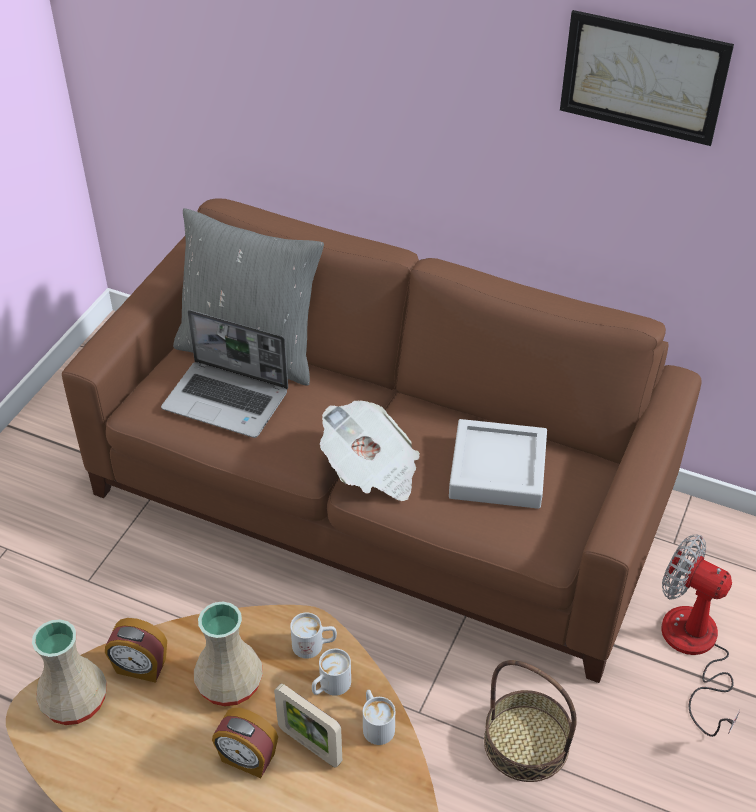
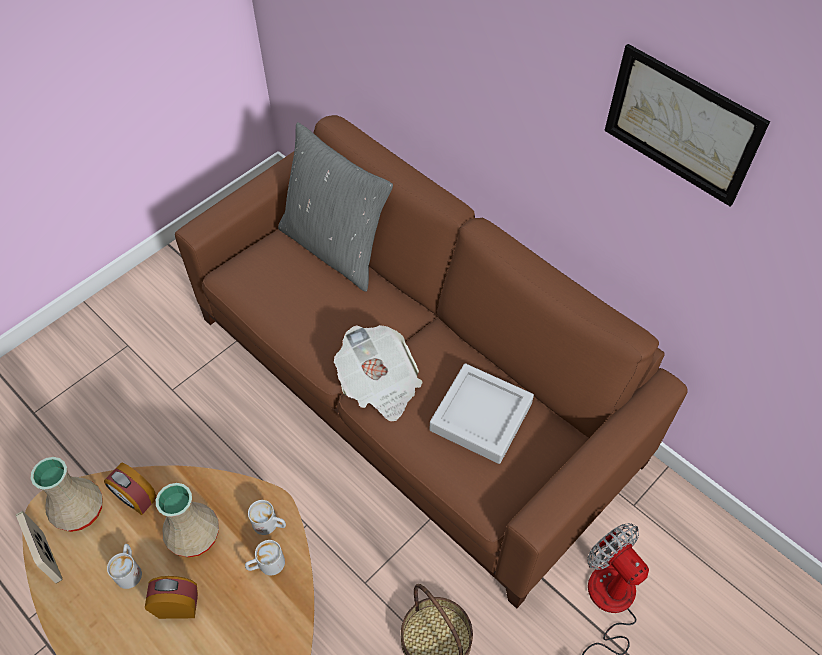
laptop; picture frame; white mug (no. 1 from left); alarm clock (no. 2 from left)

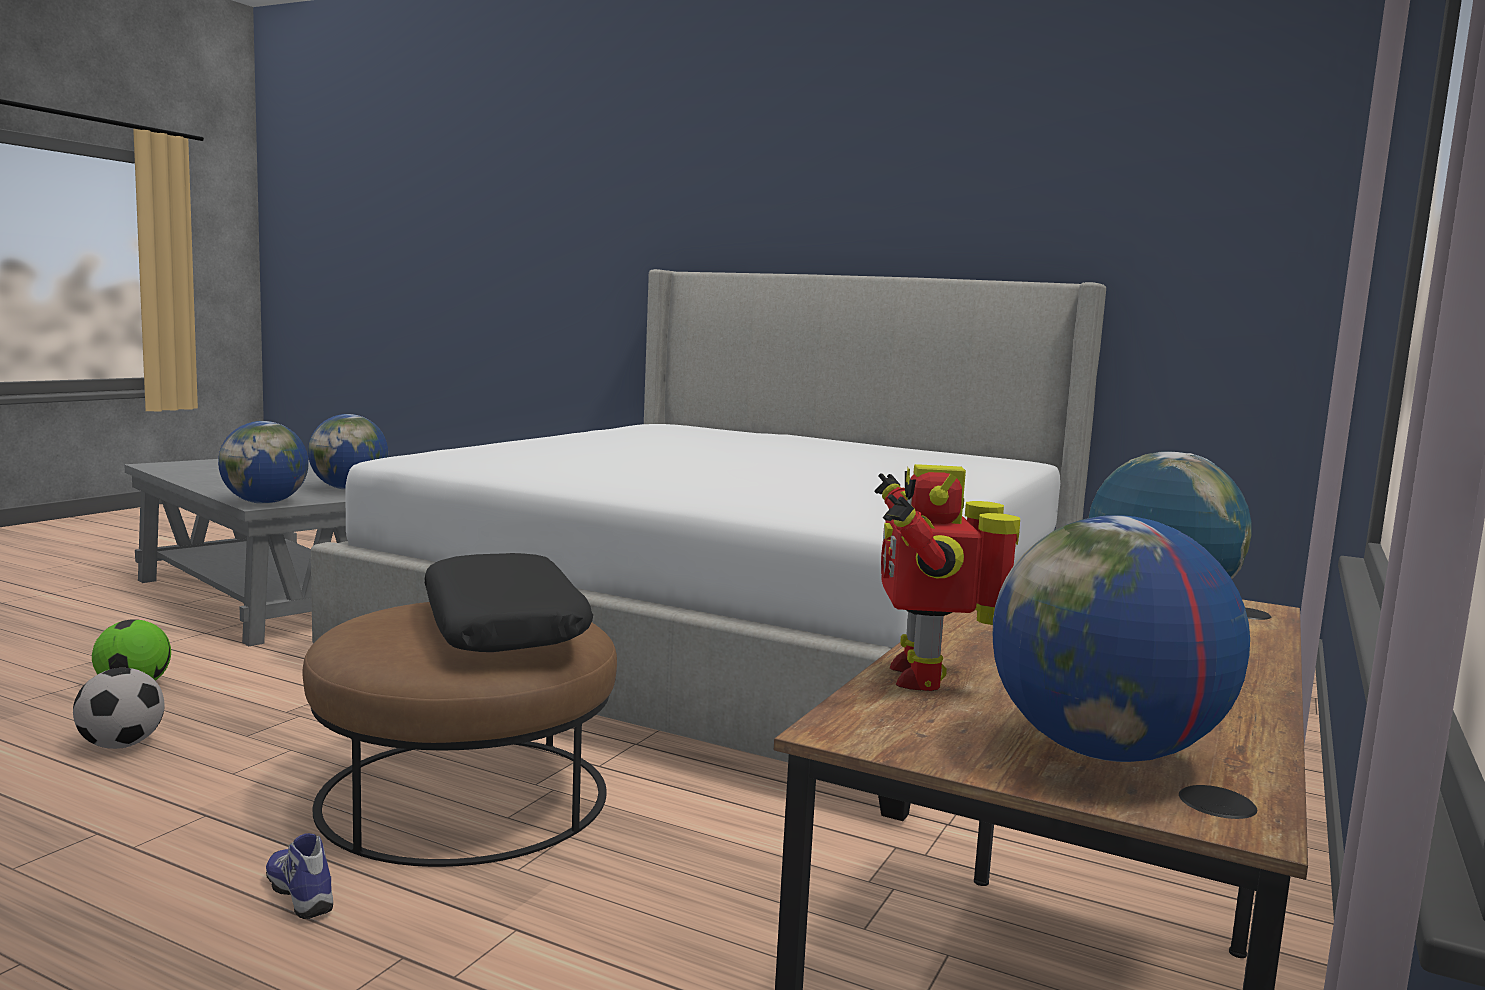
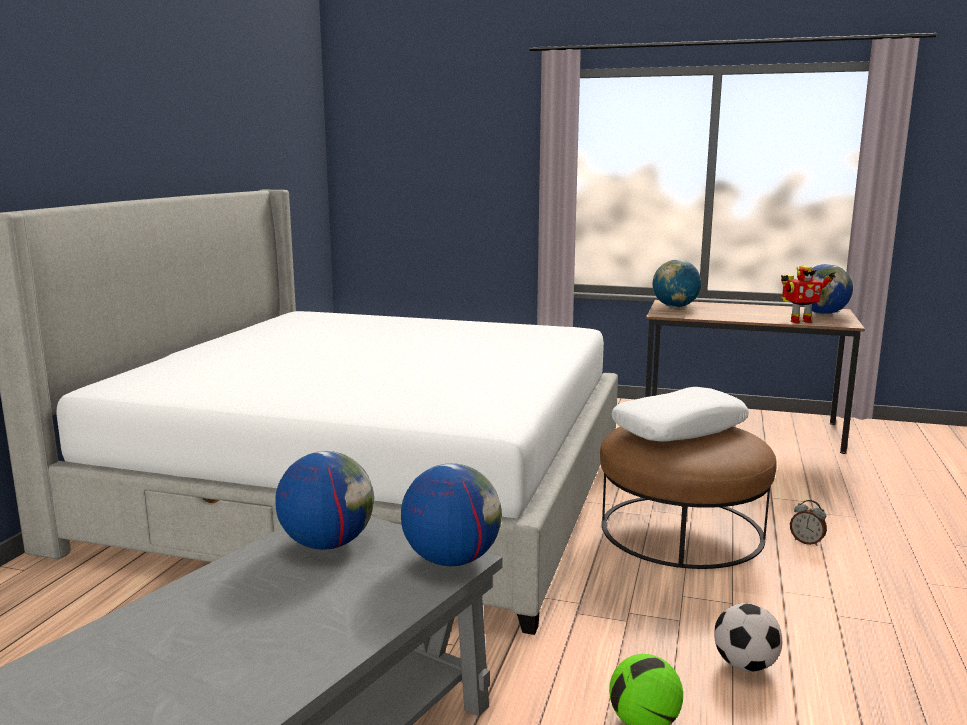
white pillow; alarm clock

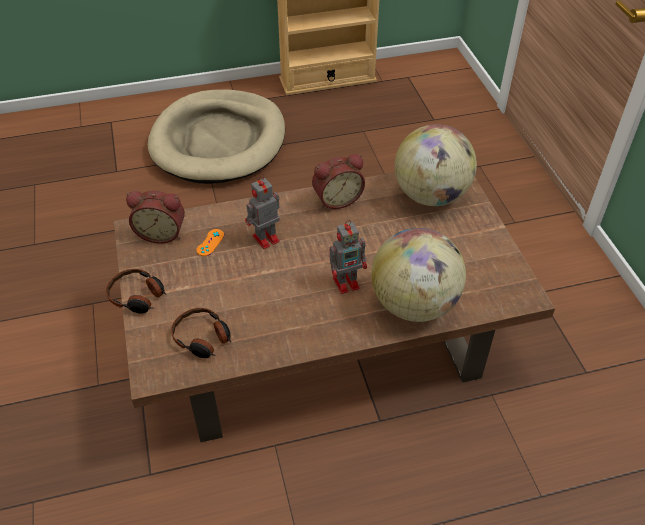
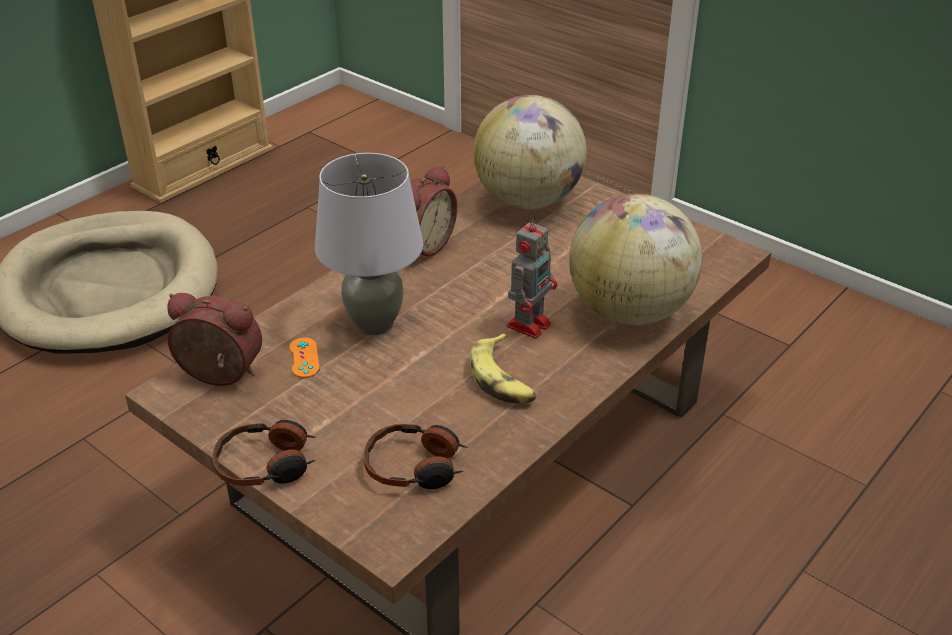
grey table lamp; alarm clock (no. 1 from left); banana

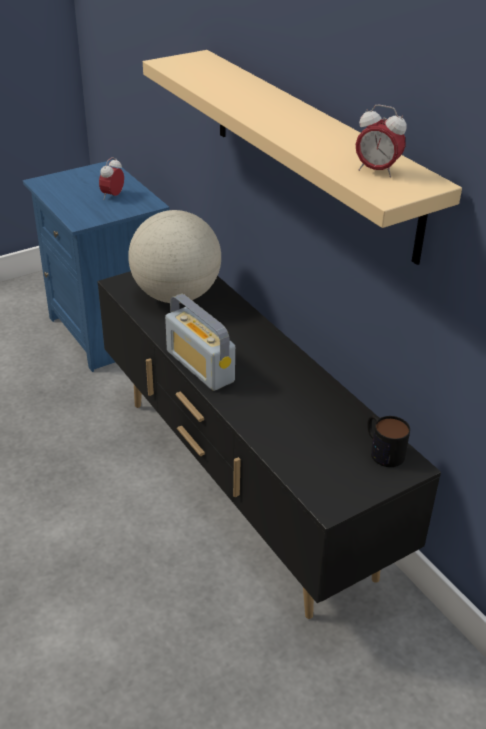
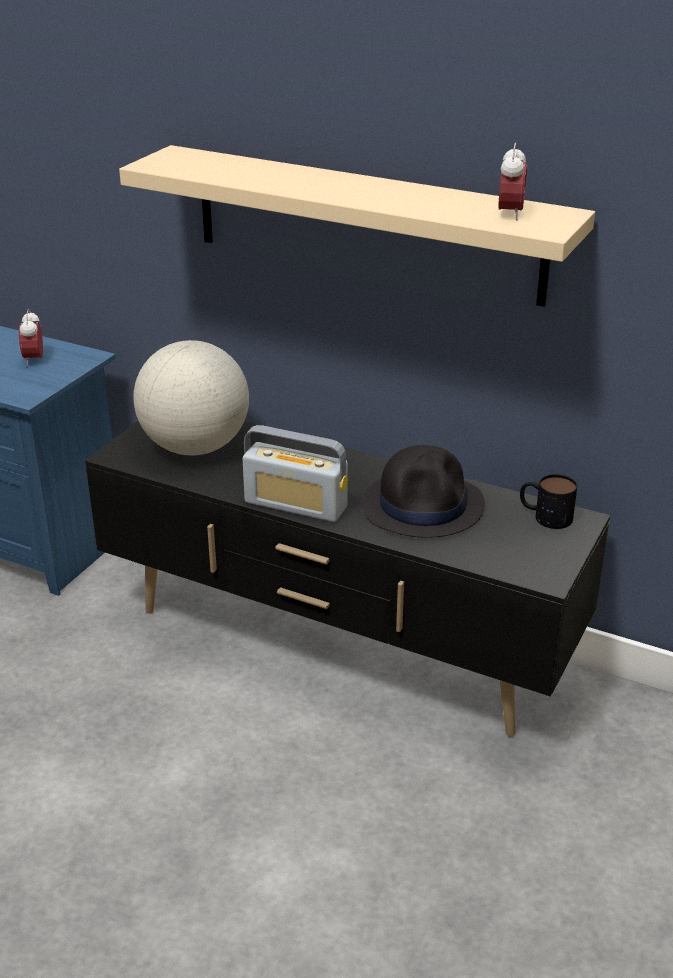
alarm clock (no. 2 from left); black hat

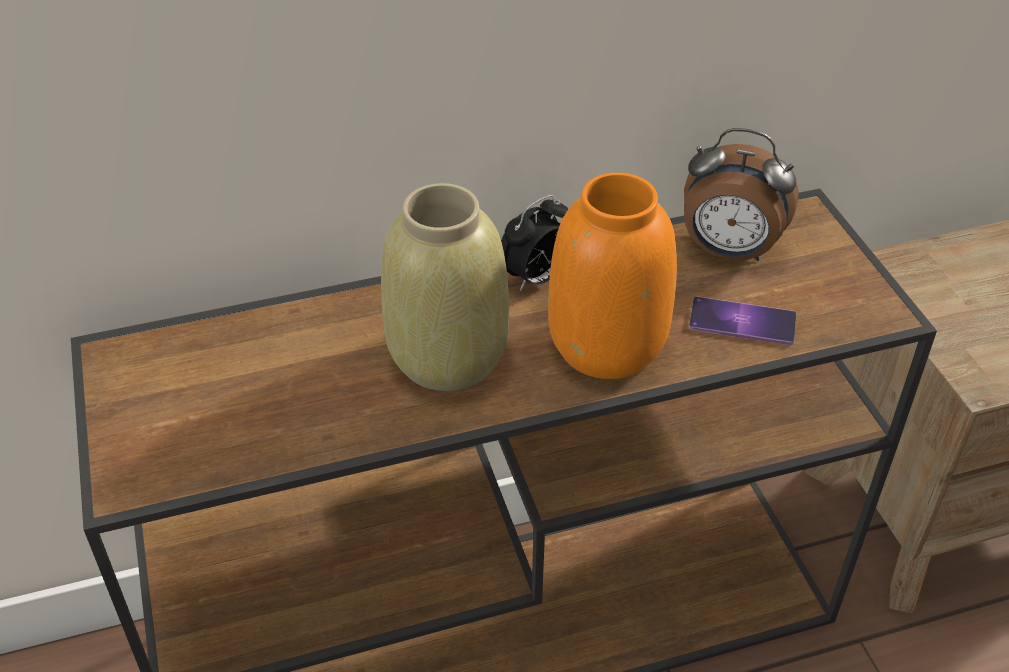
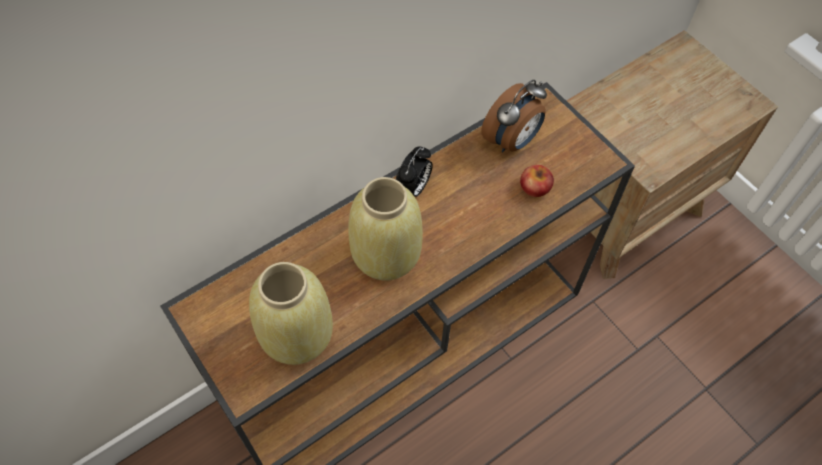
alarm clock (no. 2 from left); orange vase; apple; beige vase (no. 1 from left)

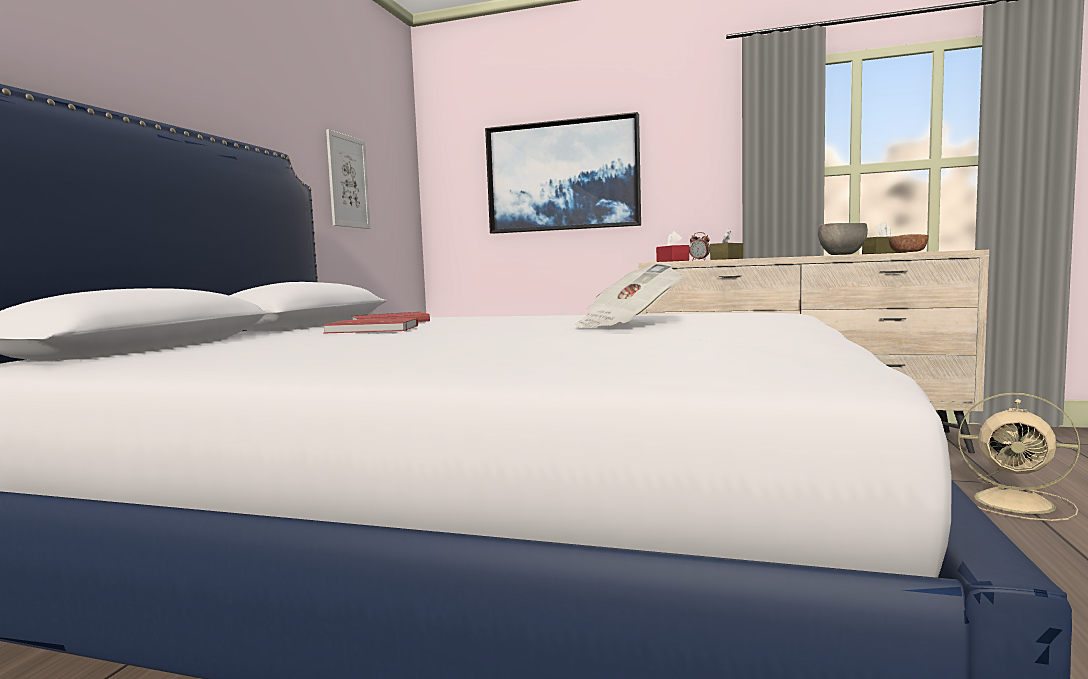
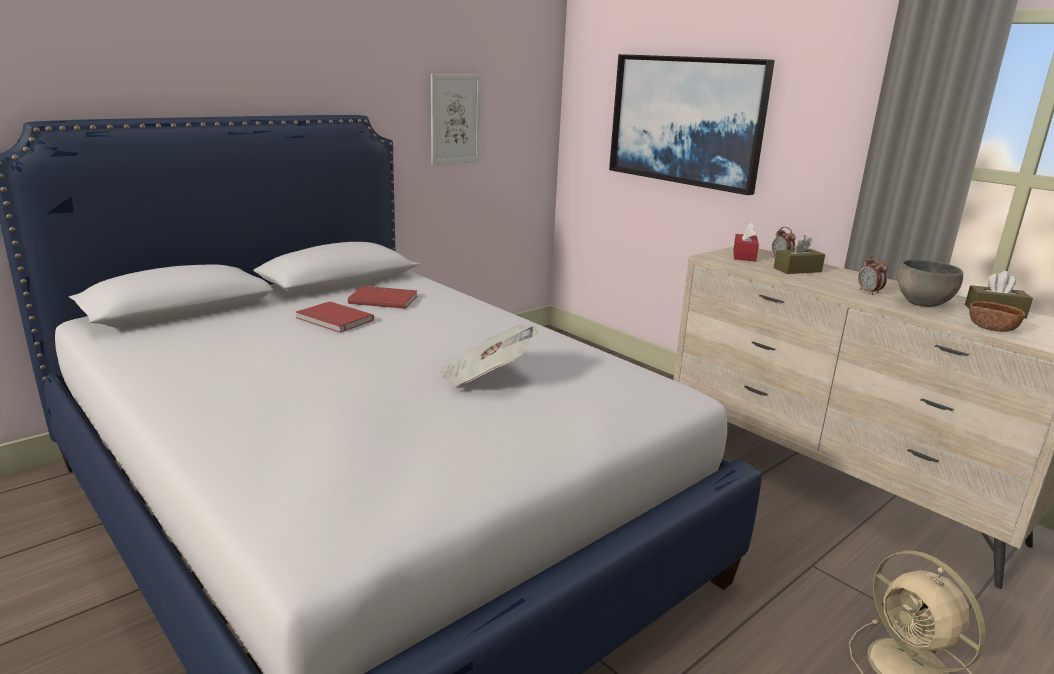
alarm clock (no. 2 from left)

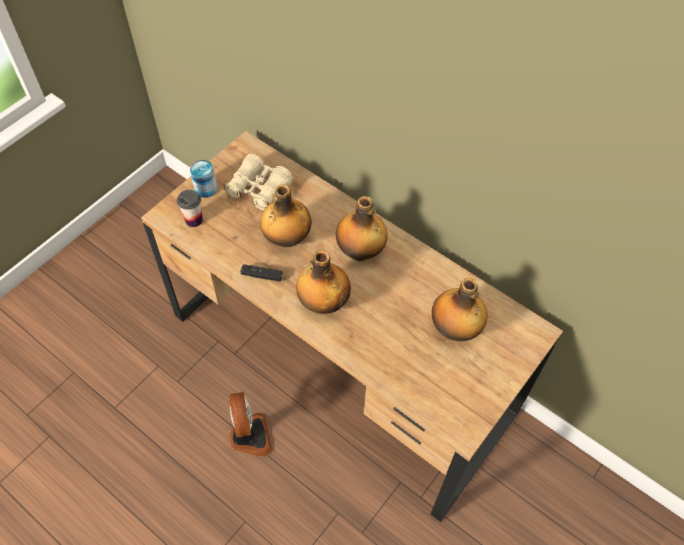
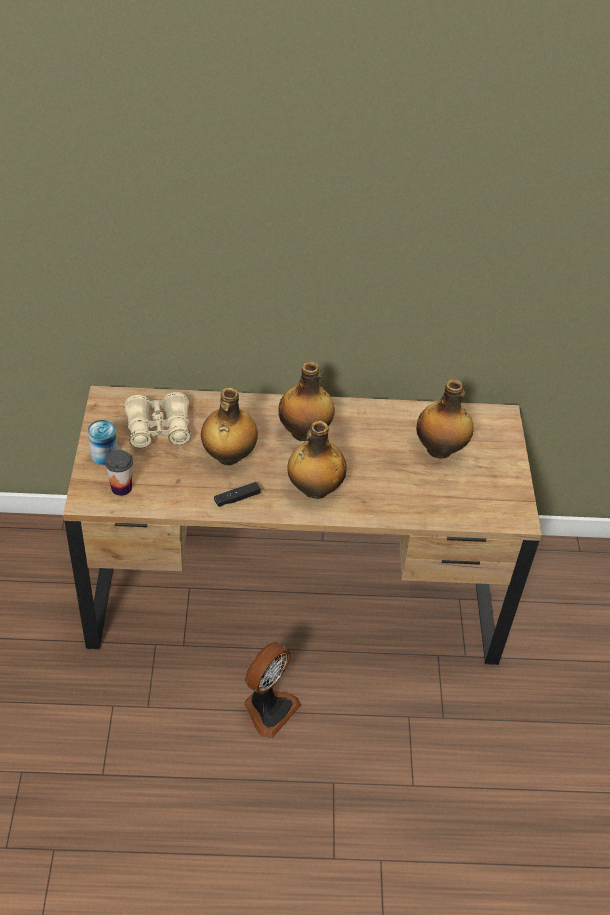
fan

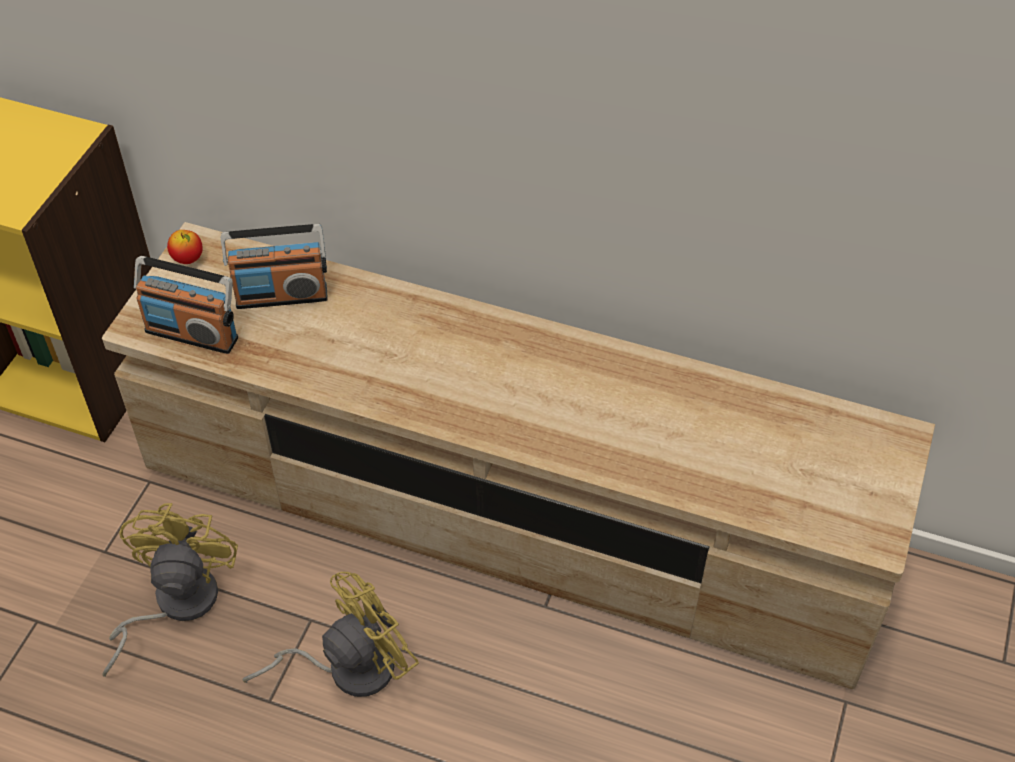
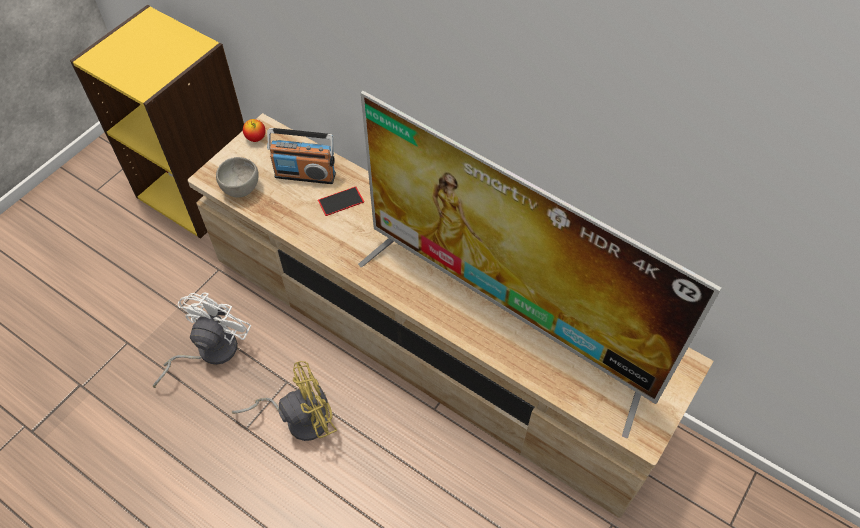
grey bowl; white fan; television; phone

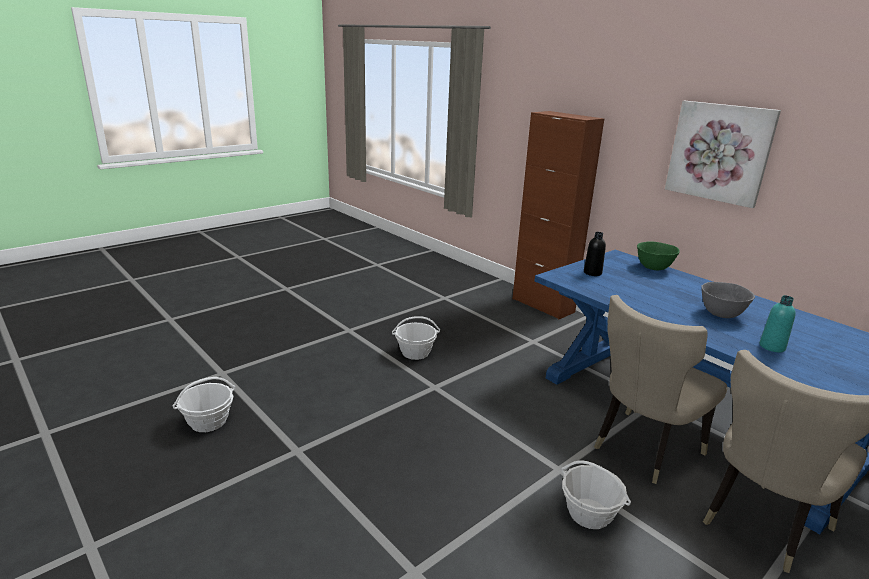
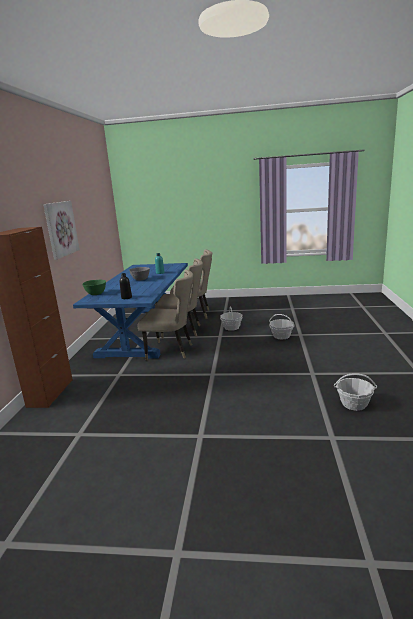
basket (no. 2 from left); beige chair (no. 1 from left)

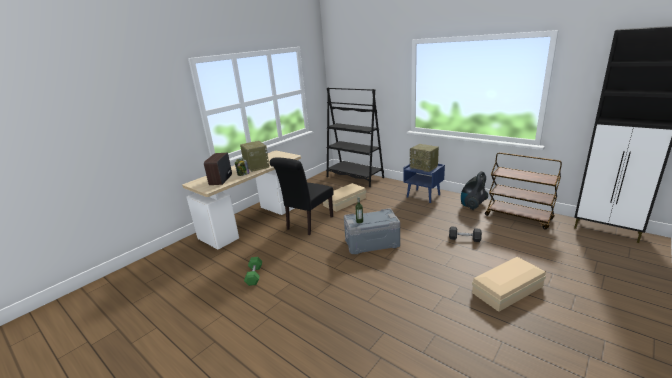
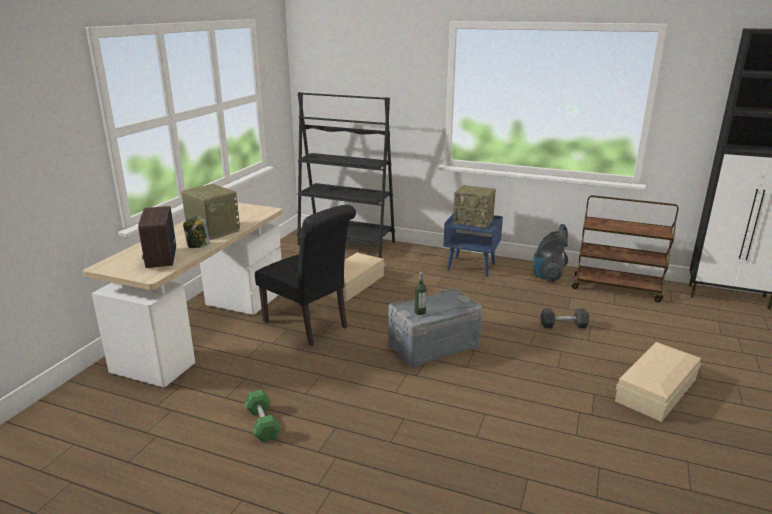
black chair

